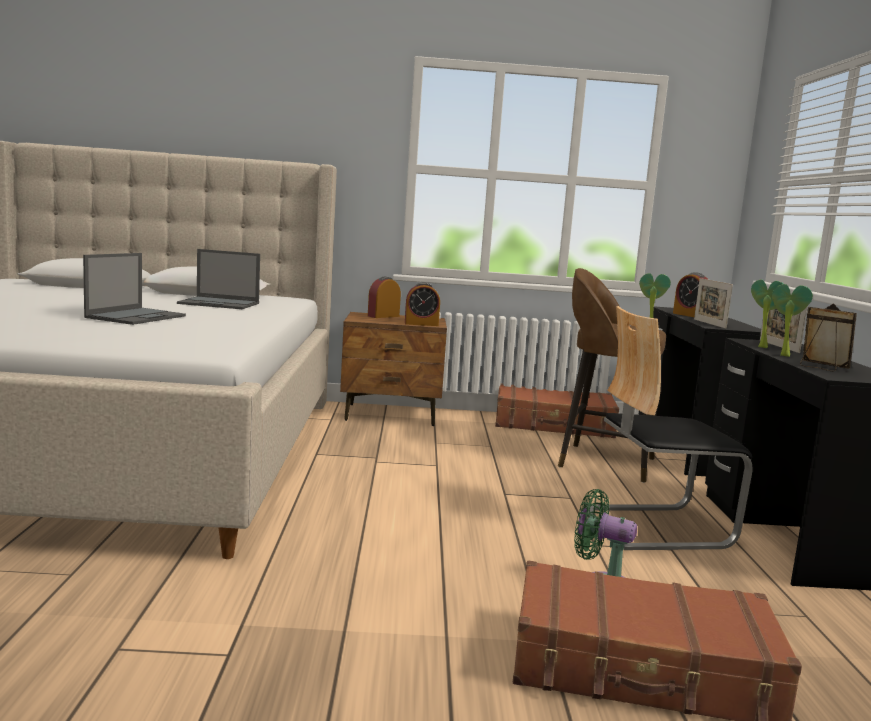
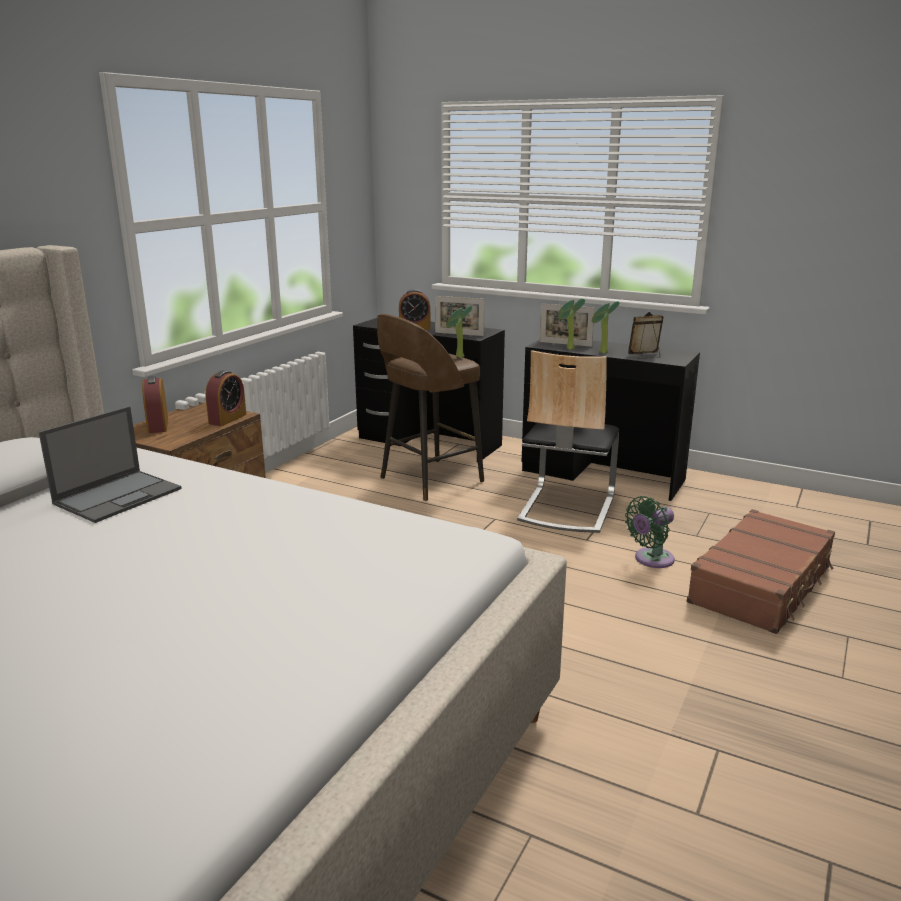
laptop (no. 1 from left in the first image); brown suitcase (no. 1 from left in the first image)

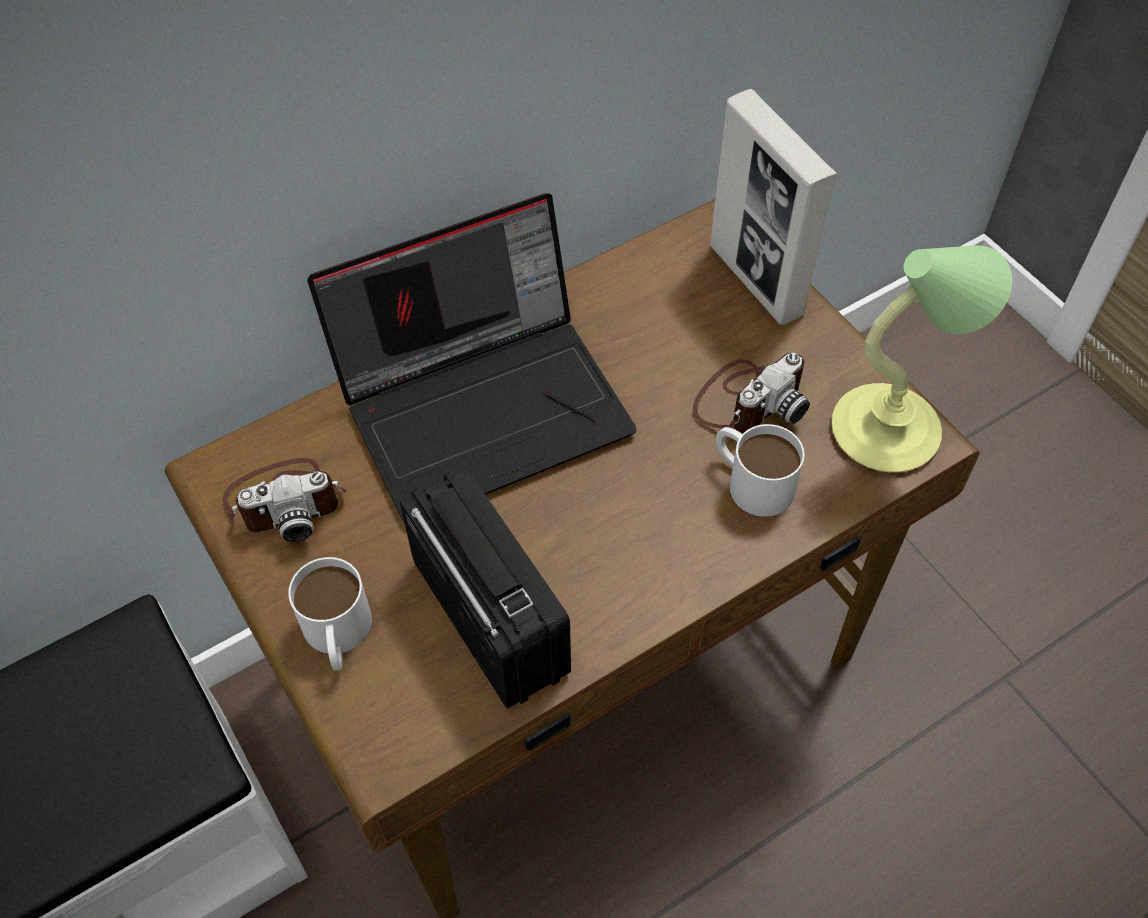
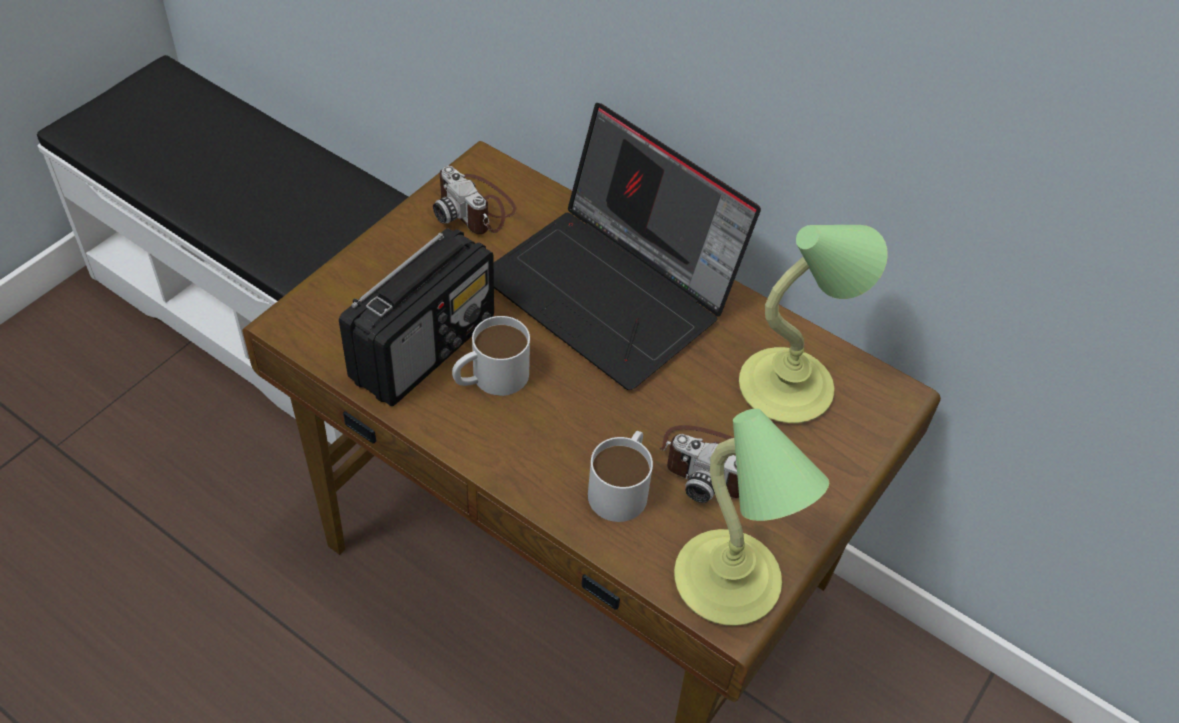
picture frame; white mug (no. 1 from left); table lamp (no. 2 from left)

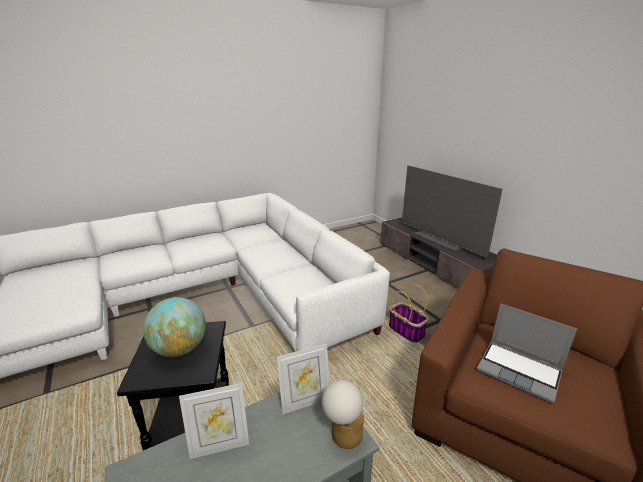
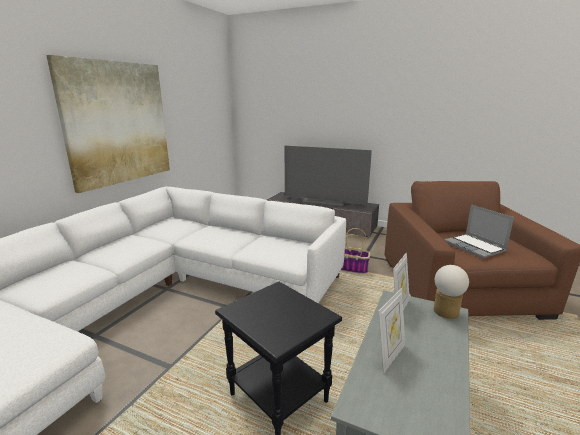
globe; laptop; picture

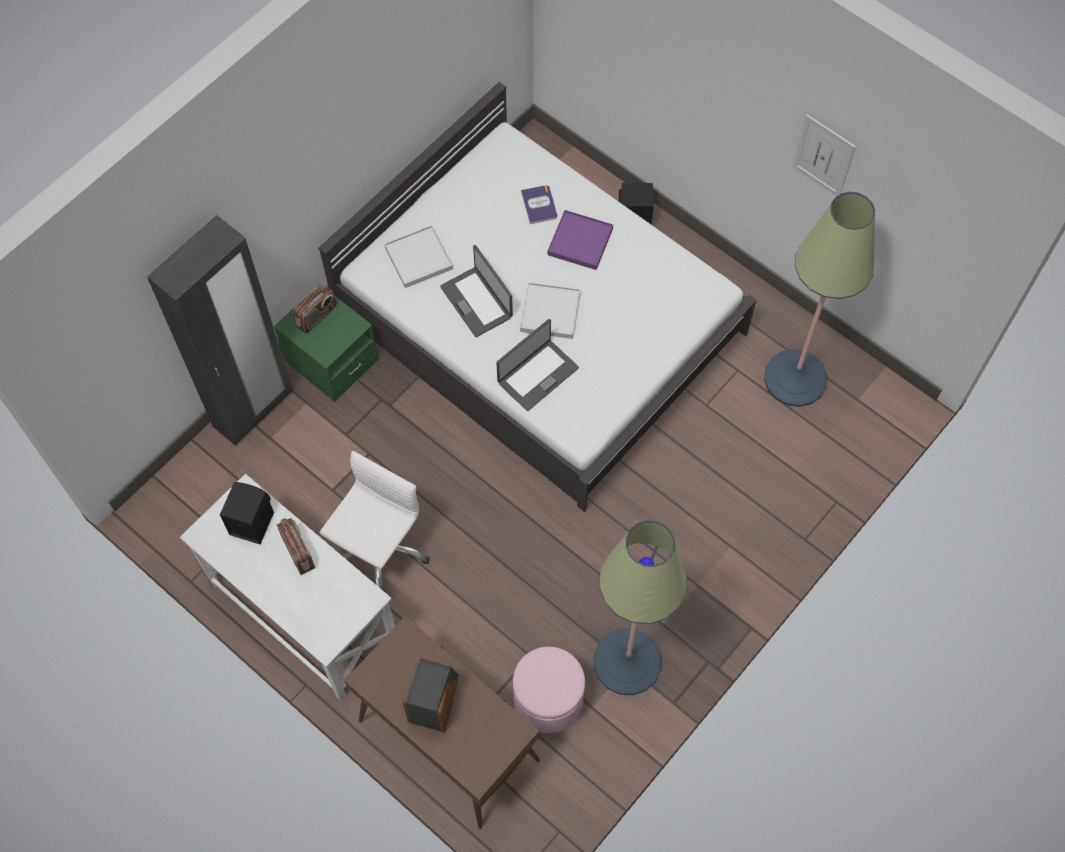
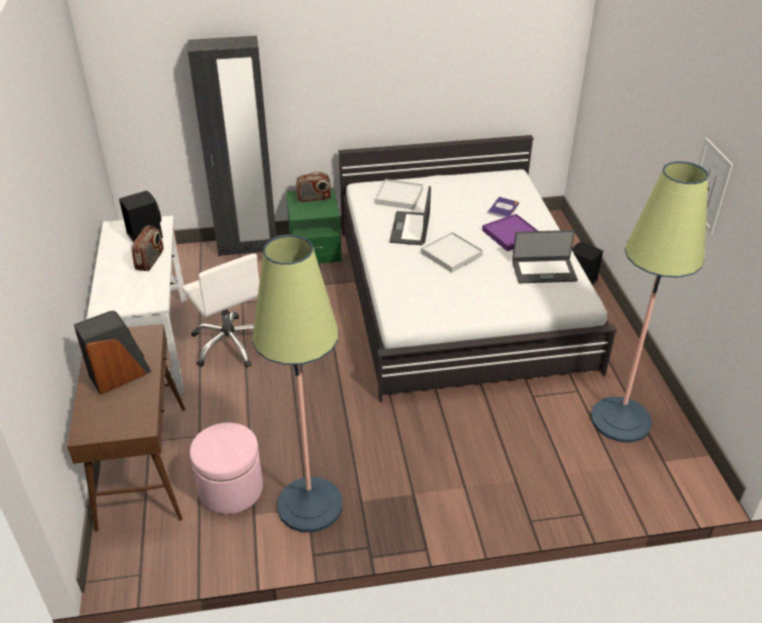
laptop (no. 2 from left); white office chair

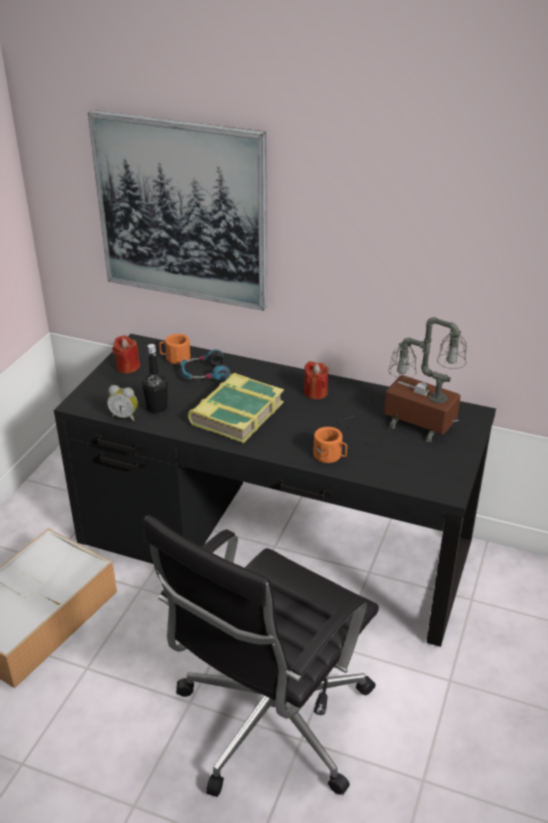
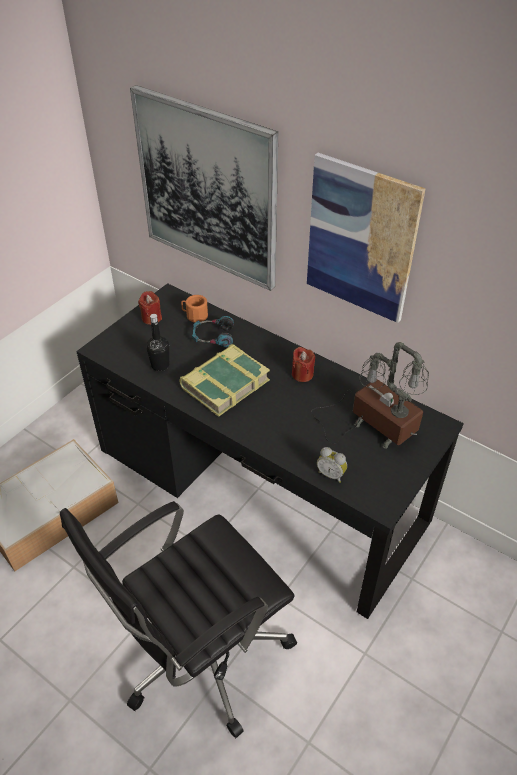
alarm clock; orange mug (no. 2 from left in the first image); picture (no. 2 from left)

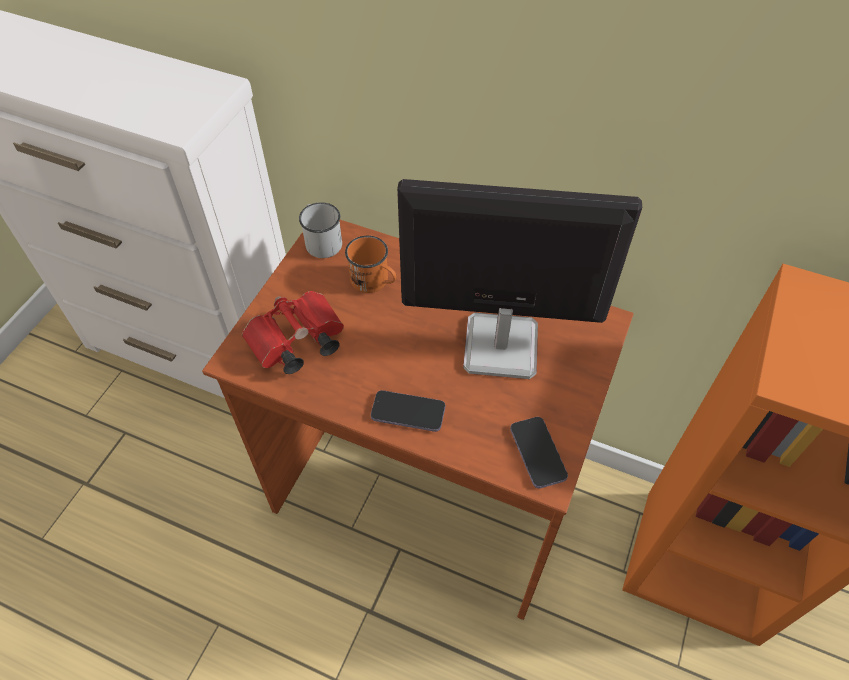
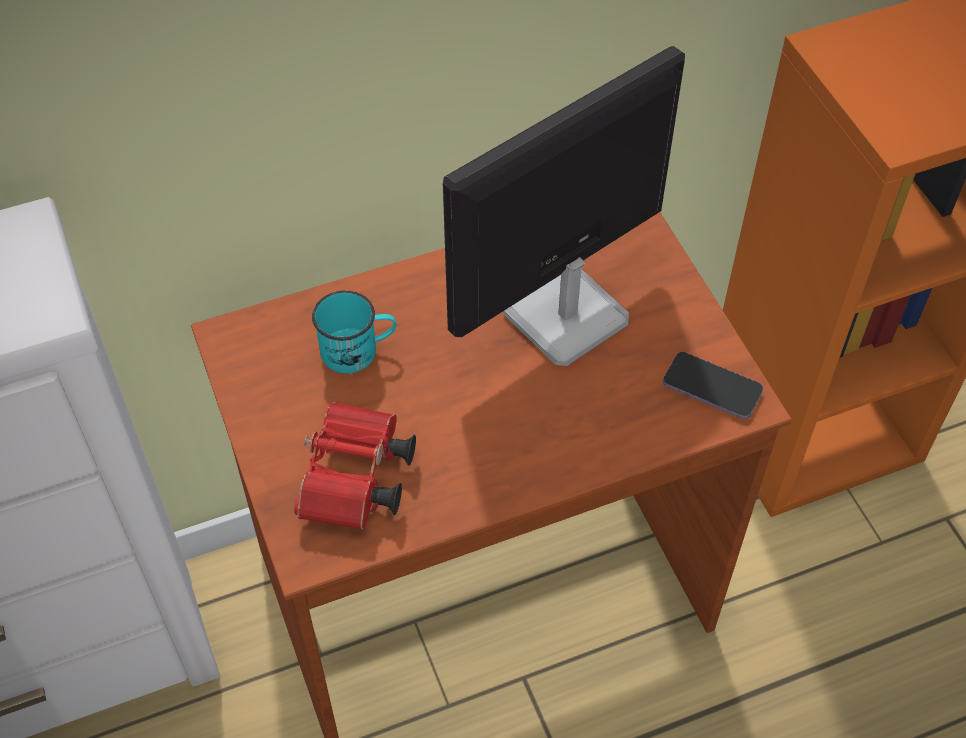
white mug; turquoise mug; phone (no. 1 from left in the first image)

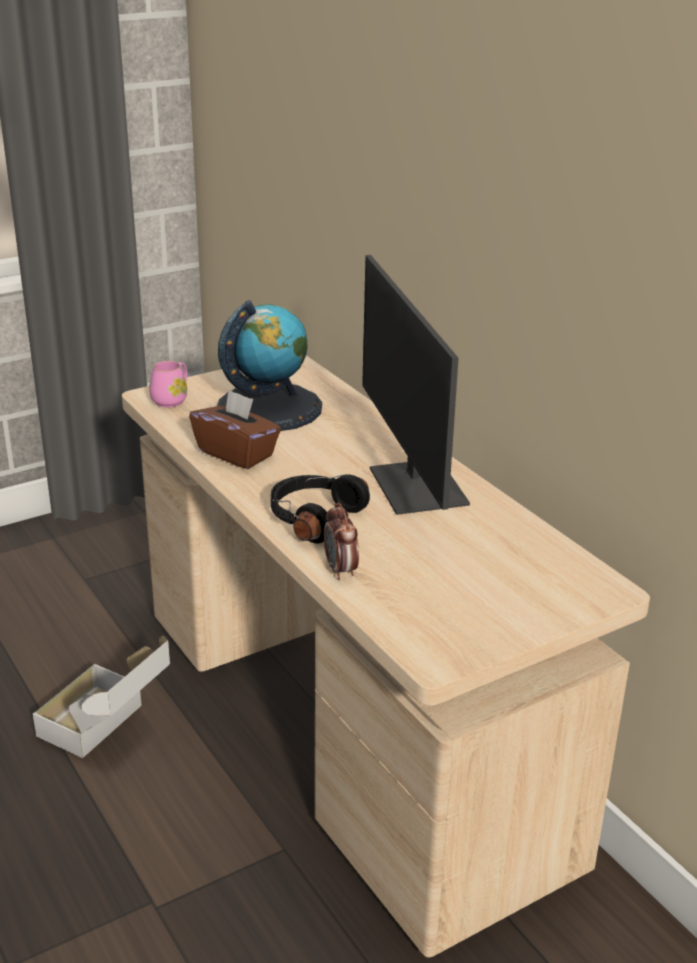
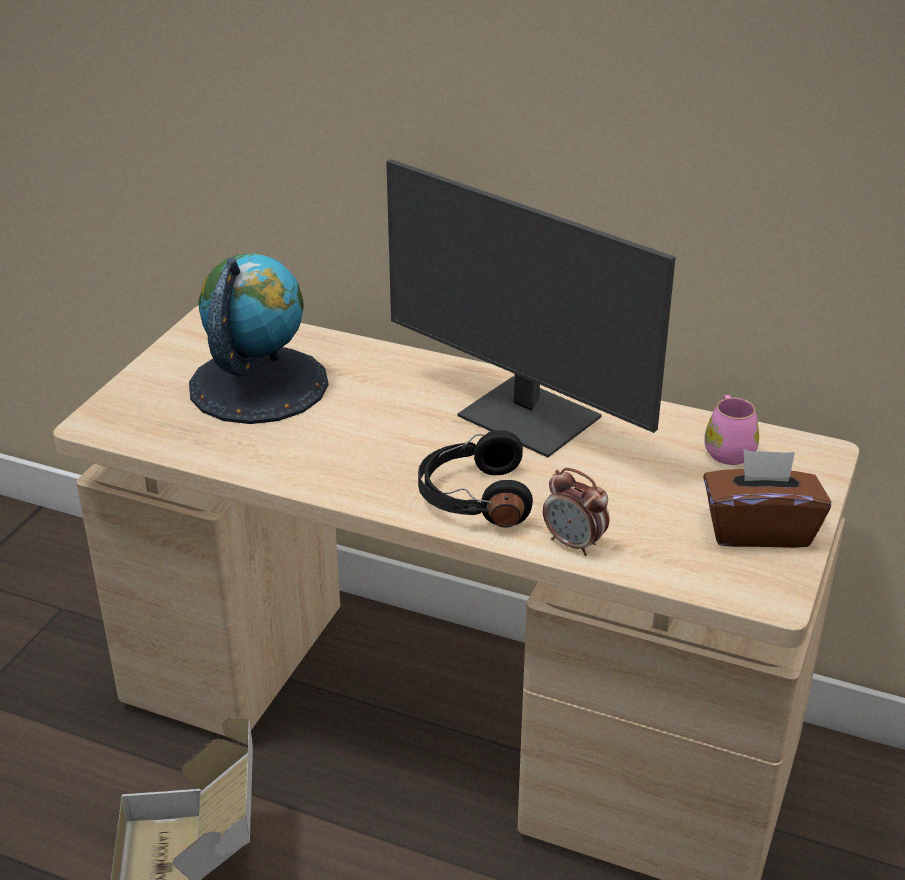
pink mug; brown tissue box

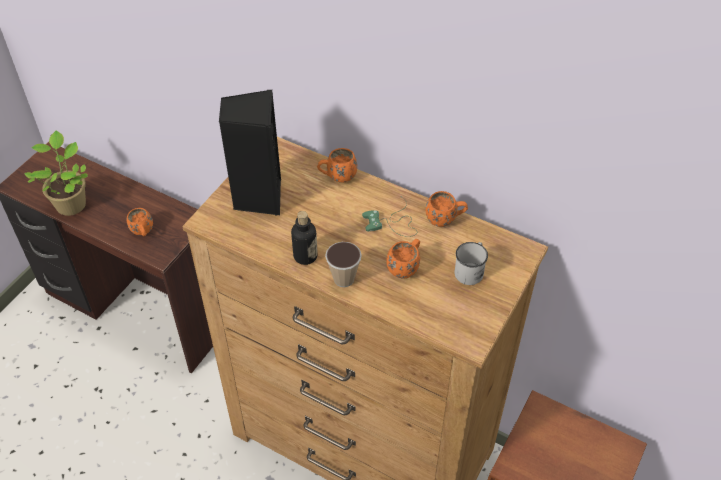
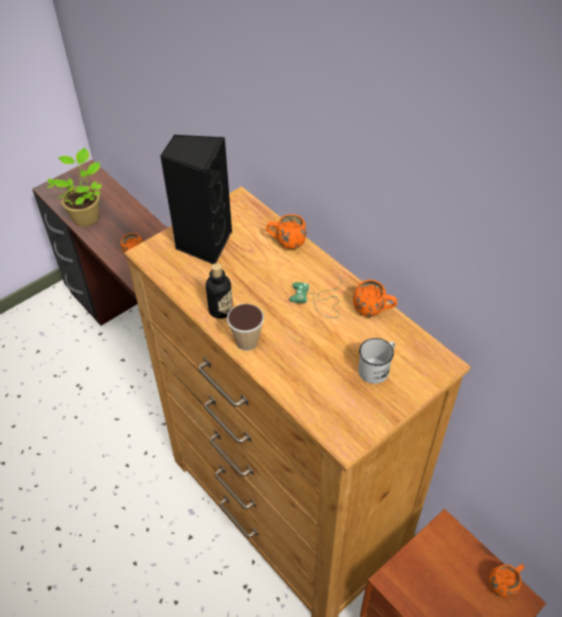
orange mug (no. 4 from left)

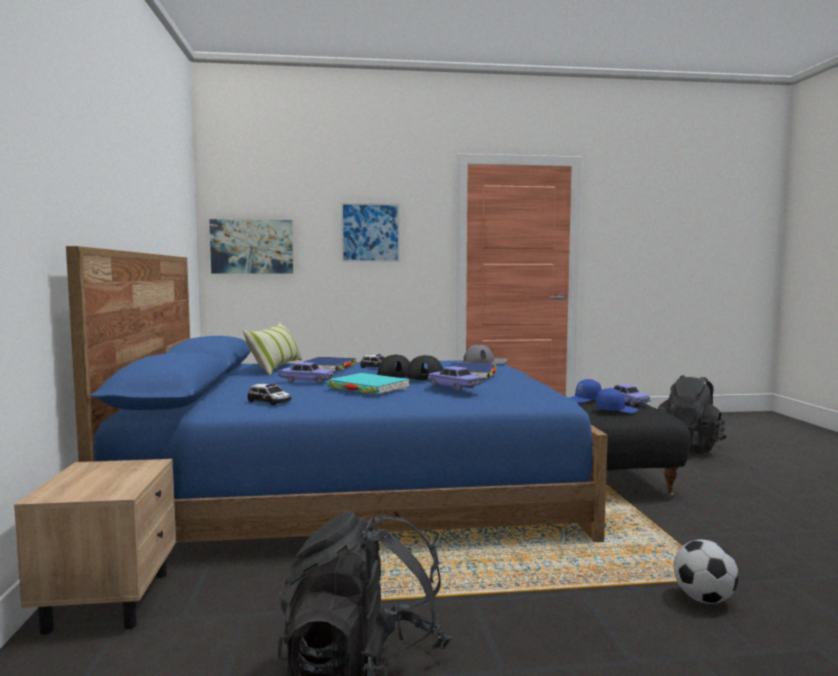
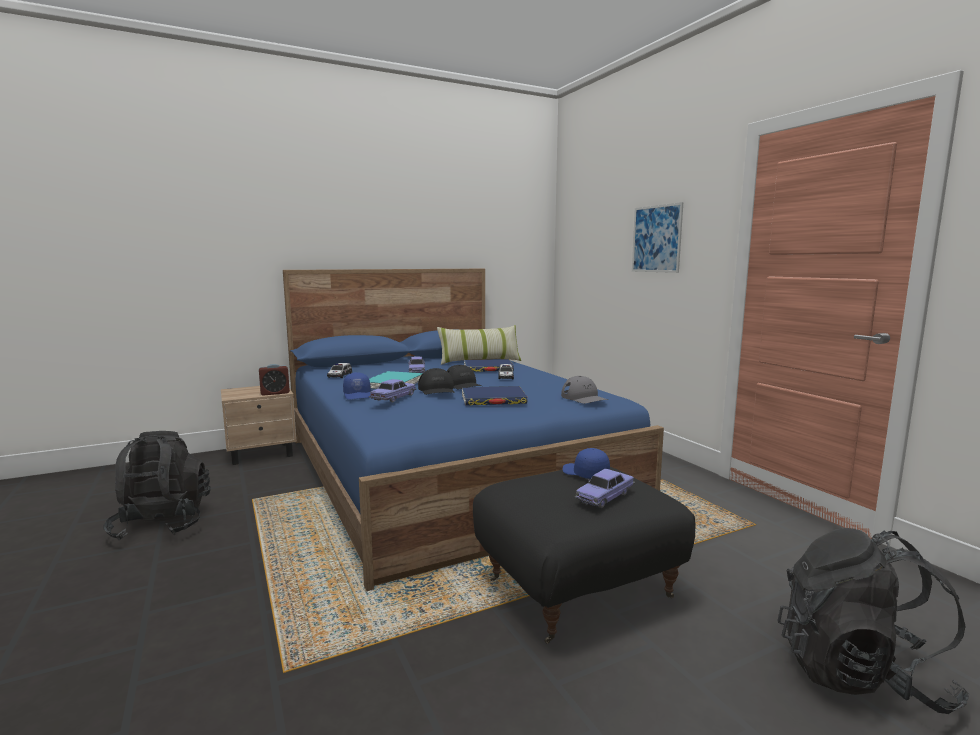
picture (no. 1 from left in the first image); blue cap (no. 1 from left); football; alarm clock

